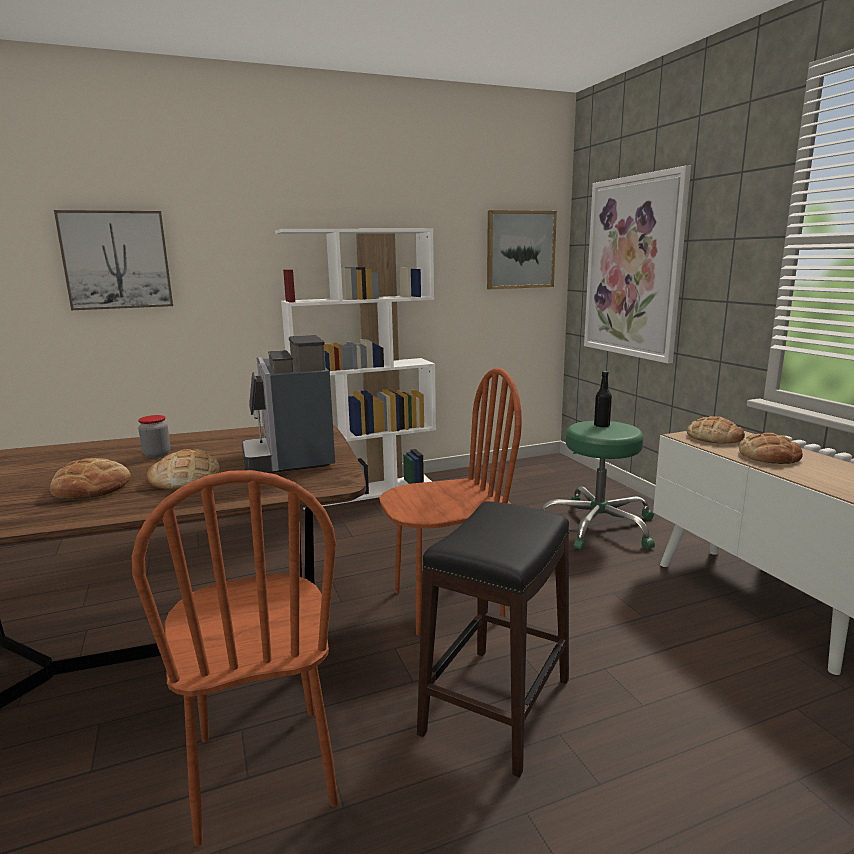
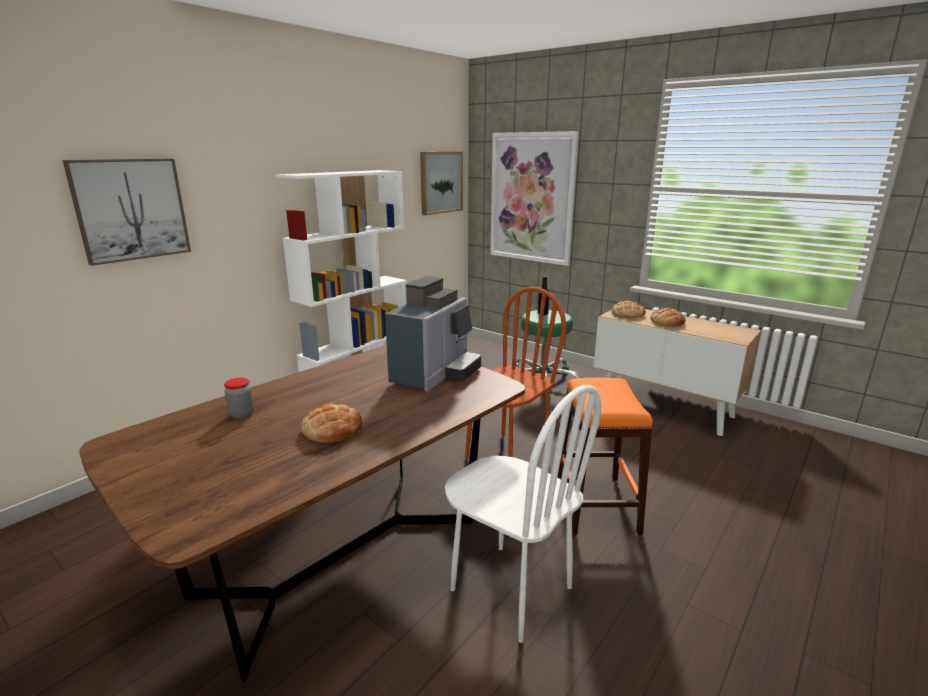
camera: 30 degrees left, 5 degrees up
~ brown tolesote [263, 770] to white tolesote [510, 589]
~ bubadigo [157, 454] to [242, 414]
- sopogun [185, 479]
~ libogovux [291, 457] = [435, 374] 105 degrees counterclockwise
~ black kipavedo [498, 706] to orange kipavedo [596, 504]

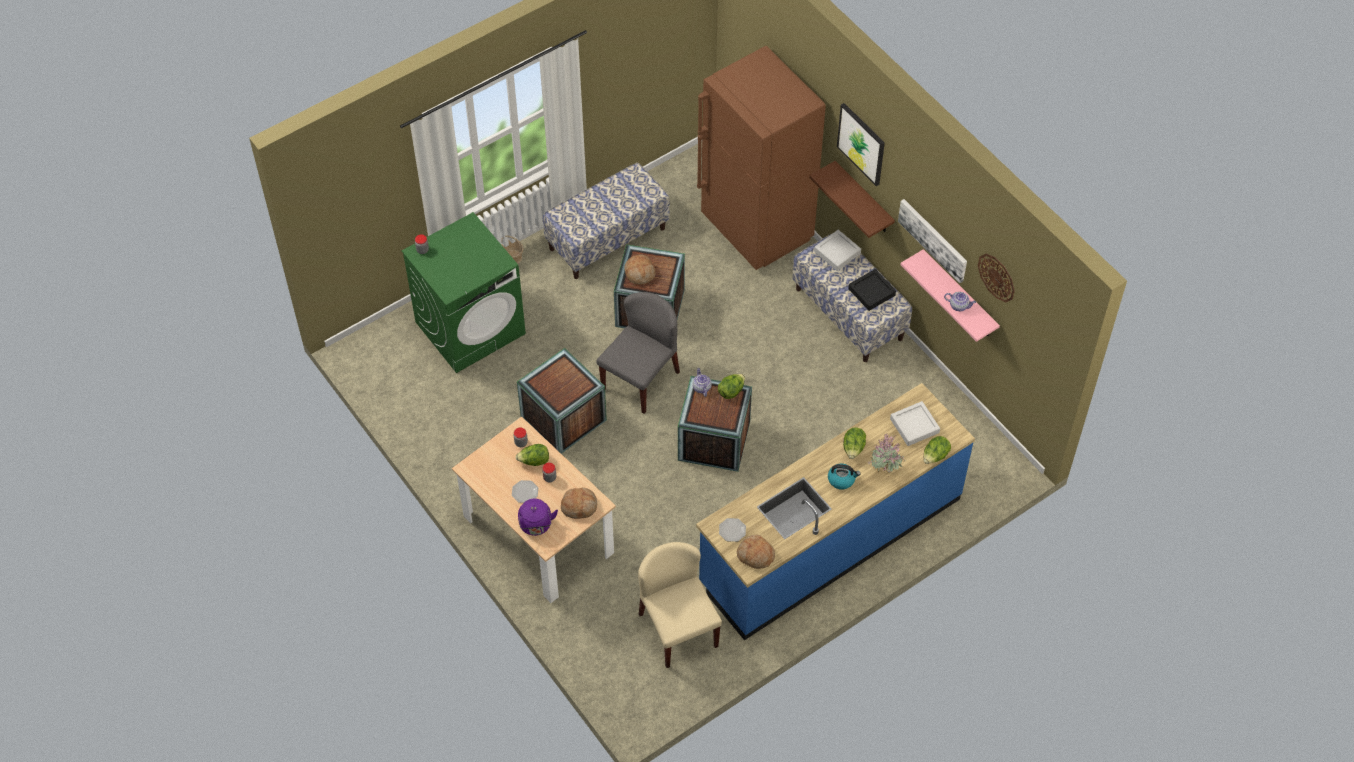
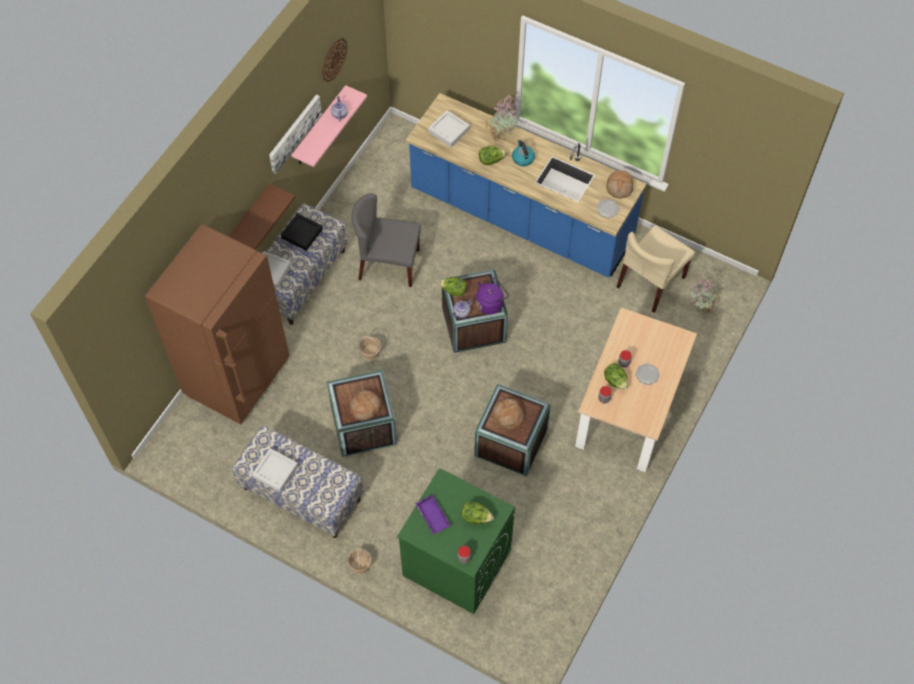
camera: 115 degrees left, 5 degrees up
~ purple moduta [536, 526] to [491, 303]
~ sopogun [579, 506] to [508, 416]
~ grey tolesote [640, 380] to [388, 264]
- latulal [861, 143]
~ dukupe [935, 456] to [476, 517]
+ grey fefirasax [275, 471]
+ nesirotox [370, 353]
+ purple fefirasax [431, 516]
+ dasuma [700, 309]

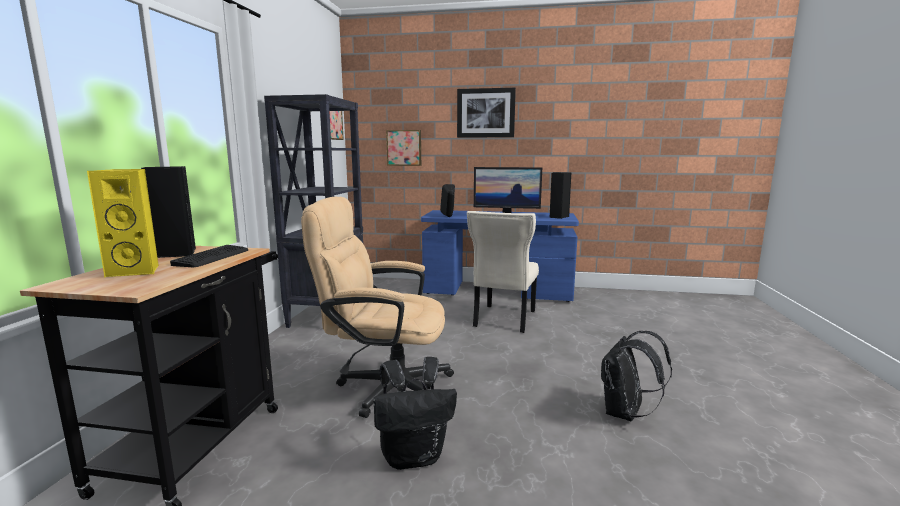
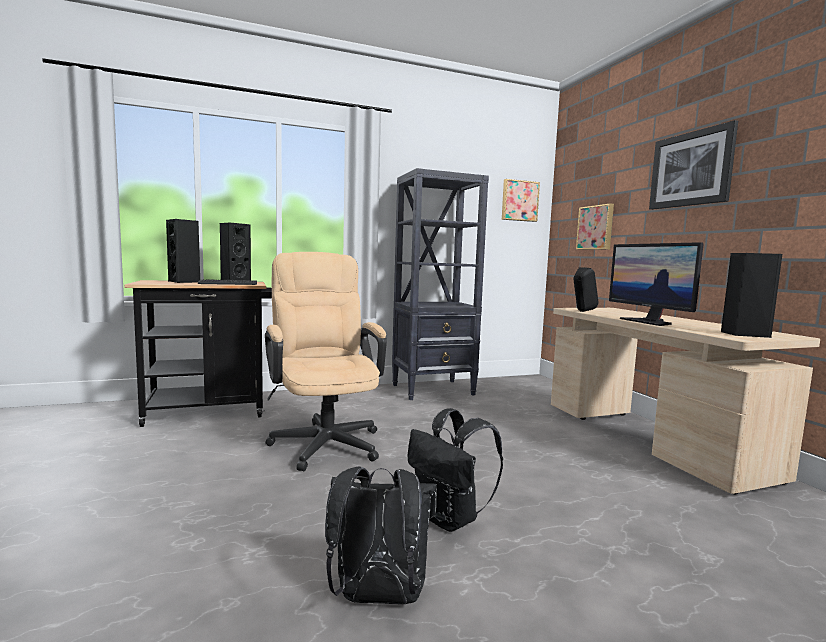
camera: 60 degrees right, 5 degrees down
~ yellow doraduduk [137, 271] to black doraduduk [184, 282]
~ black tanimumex [414, 456] to [450, 519]
~ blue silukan [497, 292] to beige silukan [648, 439]
- beige tolesote [503, 320]

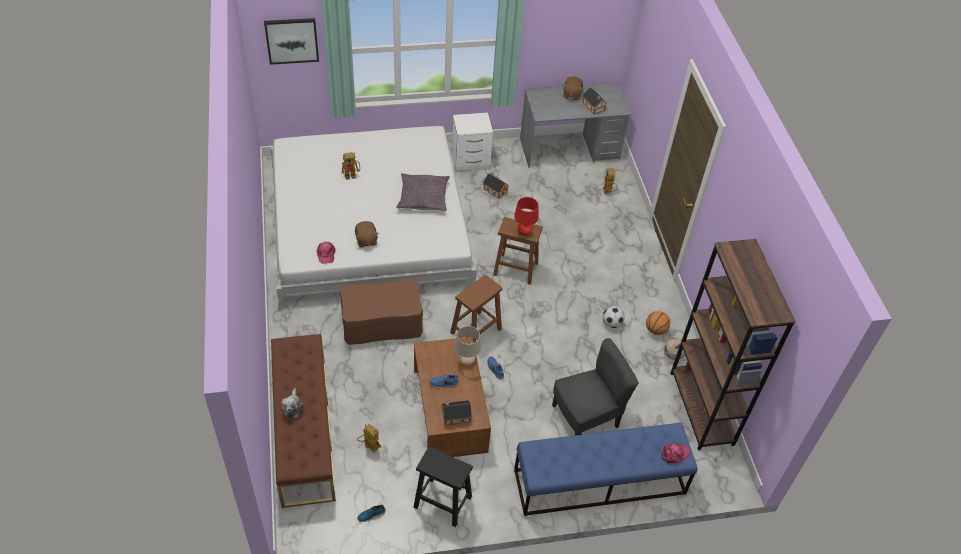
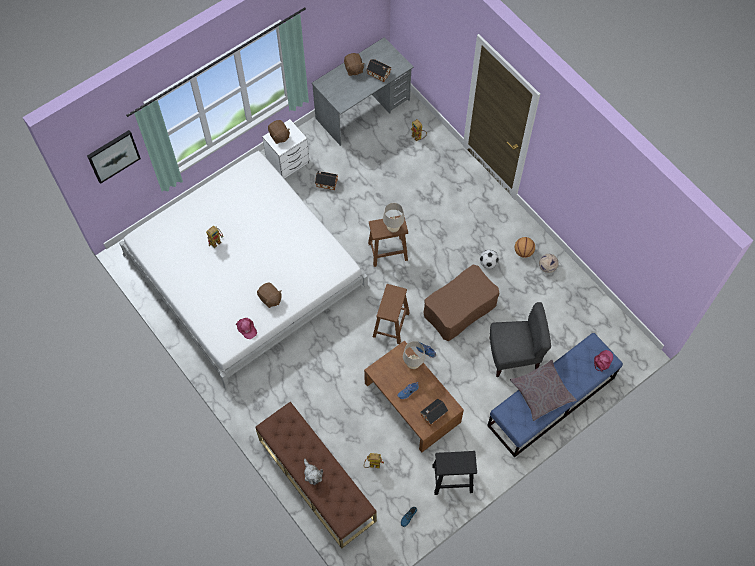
camera: 25 degrees left, 15 degrees up
~ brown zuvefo [382, 322] to [459, 309]
~ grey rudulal [423, 197] to [541, 392]
~ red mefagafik [524, 232] to beige mefagafik [393, 228]
~ grey tolesote [586, 417] = [513, 355] 45 degrees clockwise
- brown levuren [701, 408]
+ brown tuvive [279, 136]

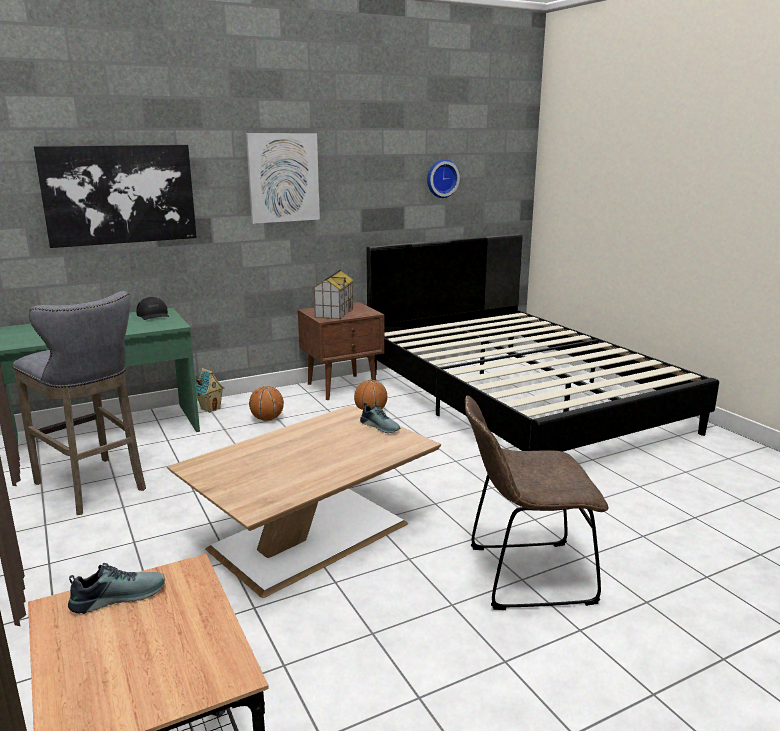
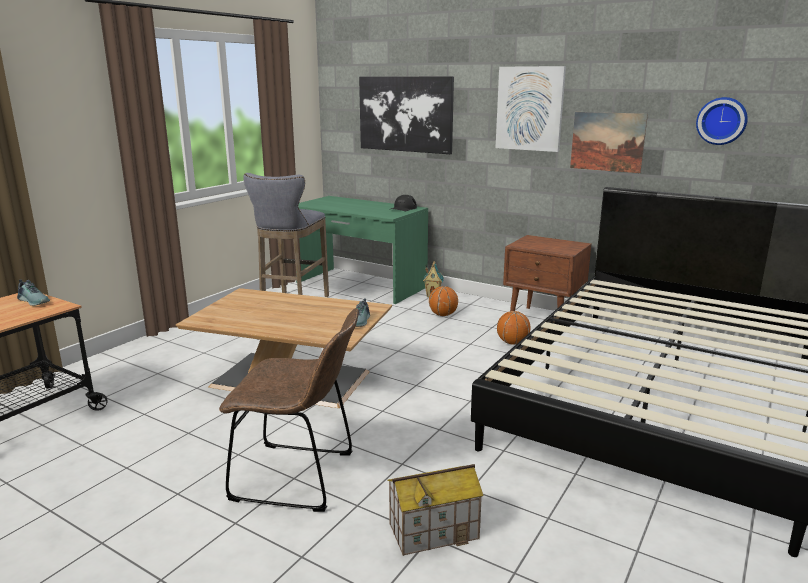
camera: 60 degrees right, 0 degrees up
~ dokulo [334, 312] to [434, 530]
~ brown tolesote [523, 575] = [300, 477] 135 degrees clockwise
+ latulal [607, 141]

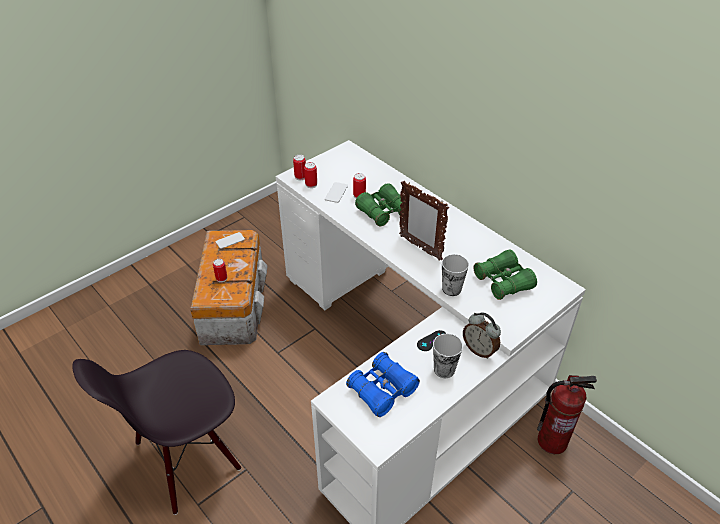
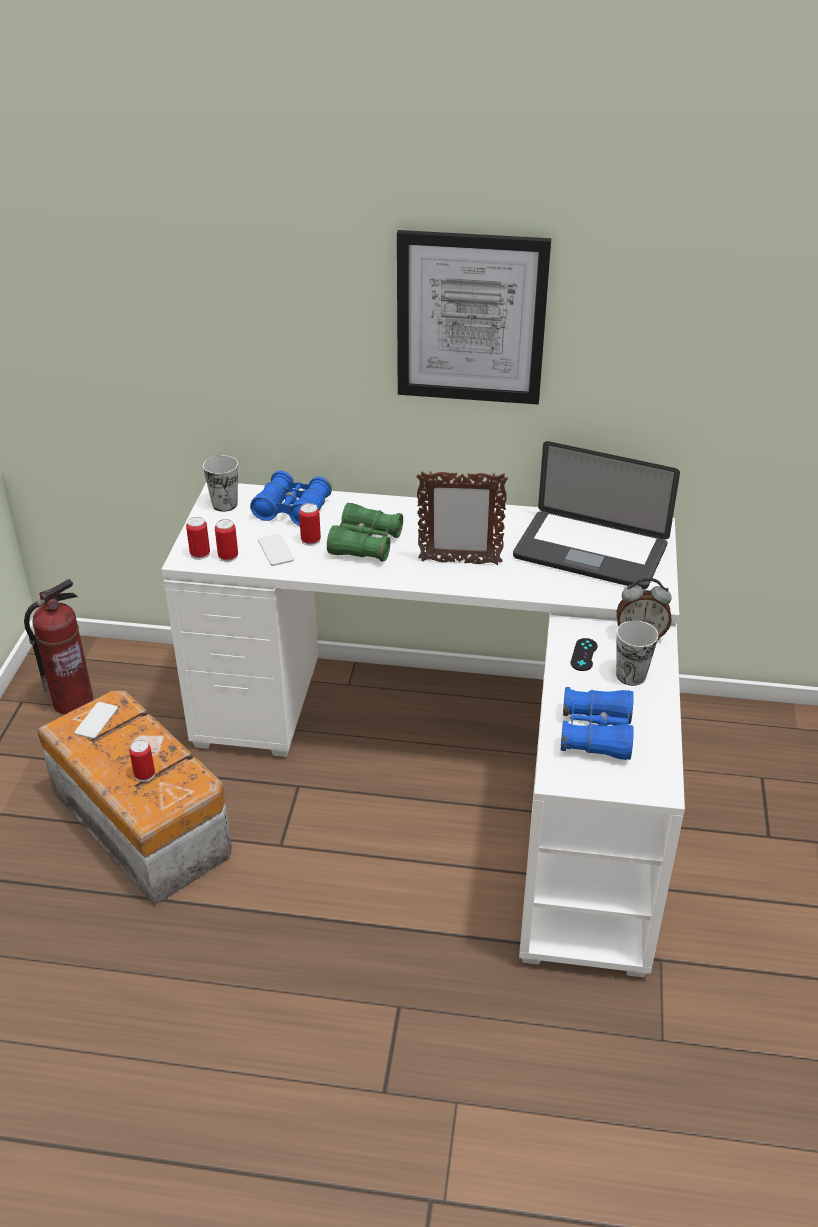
camera: 40 degrees left, 5 degrees down
- black tolesote [187, 458]
~ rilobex [451, 289] to [225, 504]
~ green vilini [503, 282] to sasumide [590, 552]
~ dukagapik [552, 441] to [73, 701]
+ blue vilini [292, 510]
+ latulal [471, 318]

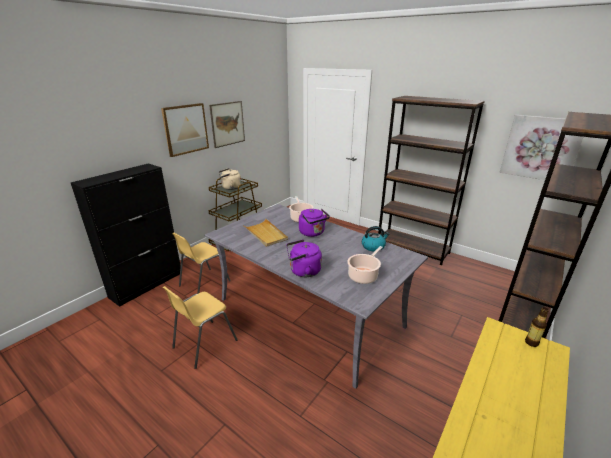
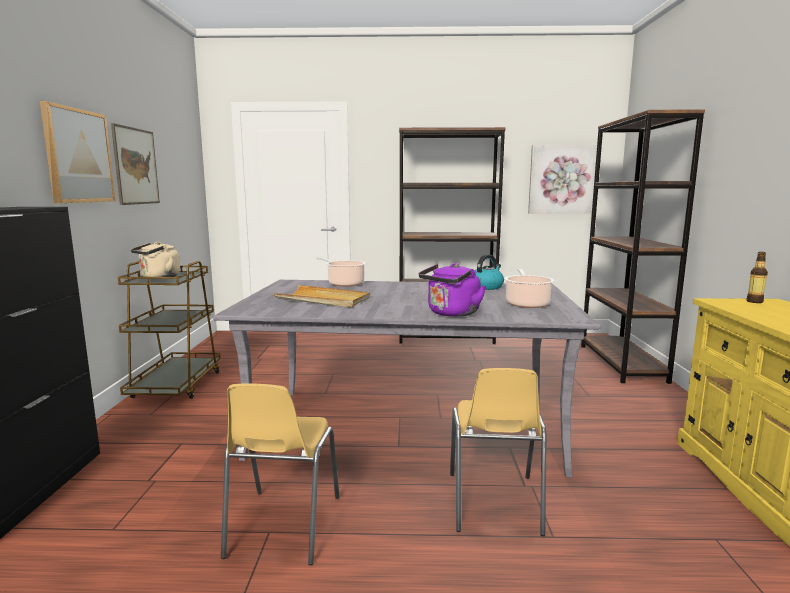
camera: 35 degrees left, 15 degrees down
~ yellow tolesote [204, 283] to [493, 503]
- purple moduta [313, 233]

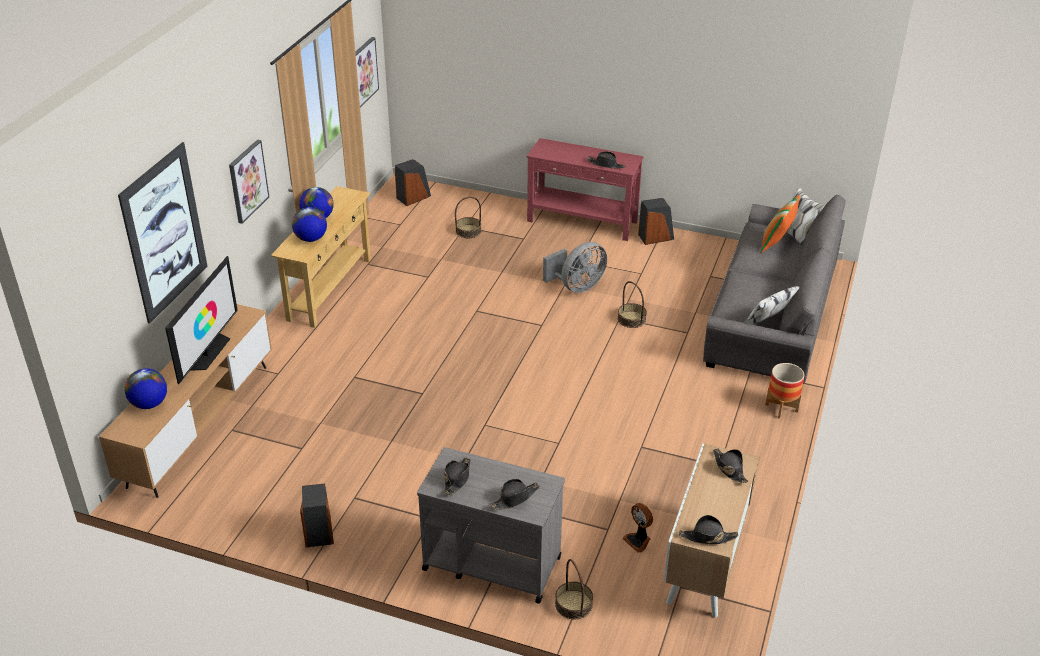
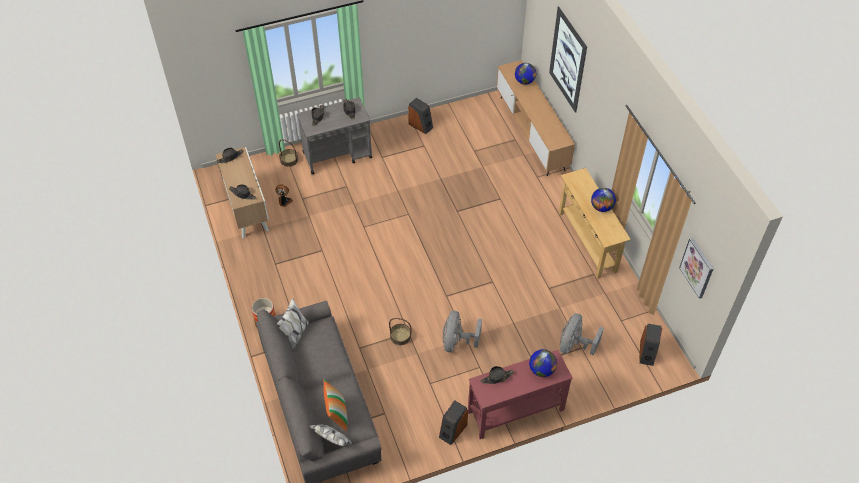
camera: 140 degrees right, 15 degrees up
- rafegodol [208, 352]
- latulal [247, 181]
~ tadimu [311, 239] to [541, 370]
~ nesirotox [468, 231] to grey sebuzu [574, 345]

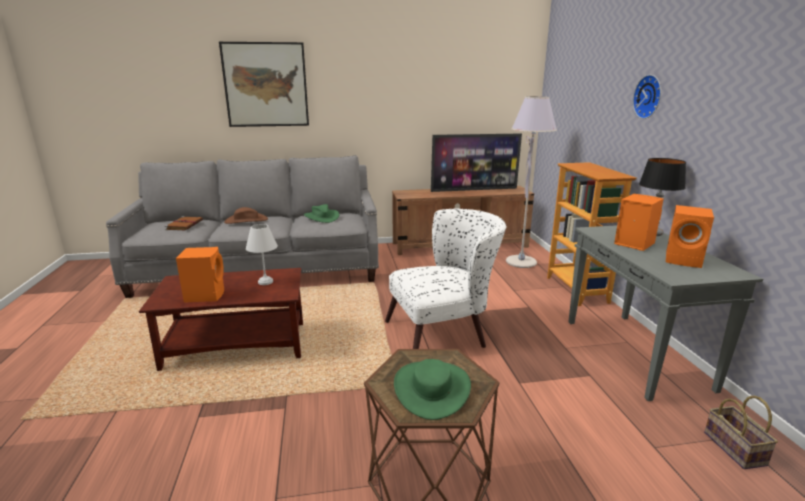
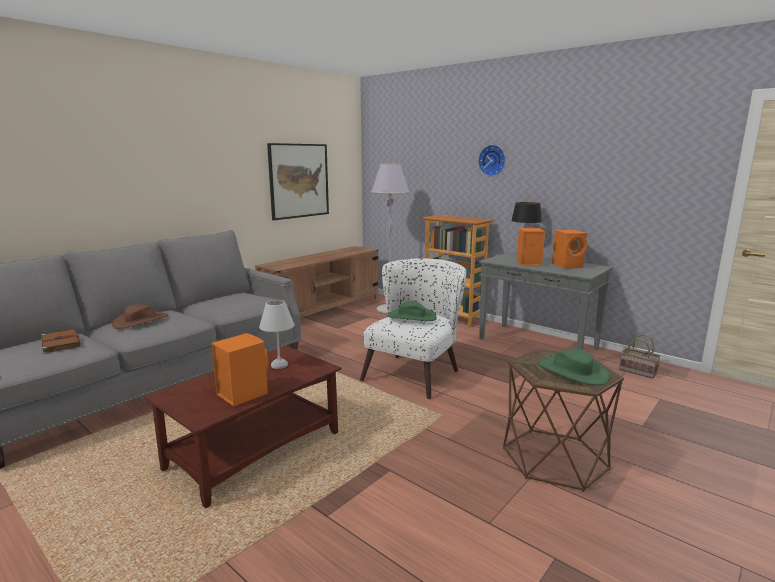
camera: 40 degrees left, 5 degrees down
~ latulal [266, 85] to [299, 181]
~ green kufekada [321, 217] to [411, 317]
- rafegodol [474, 190]

